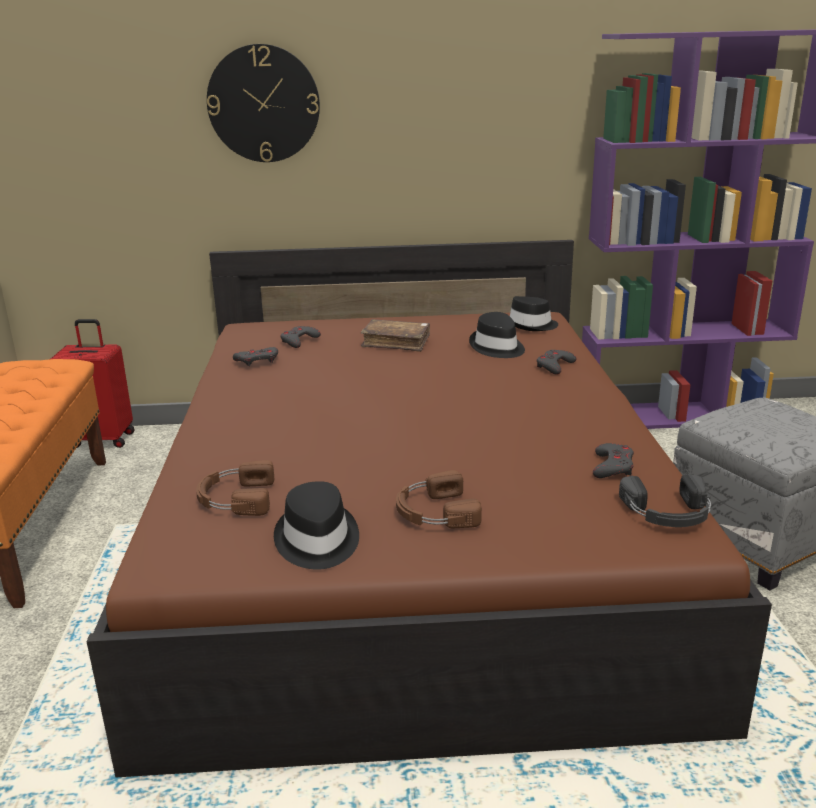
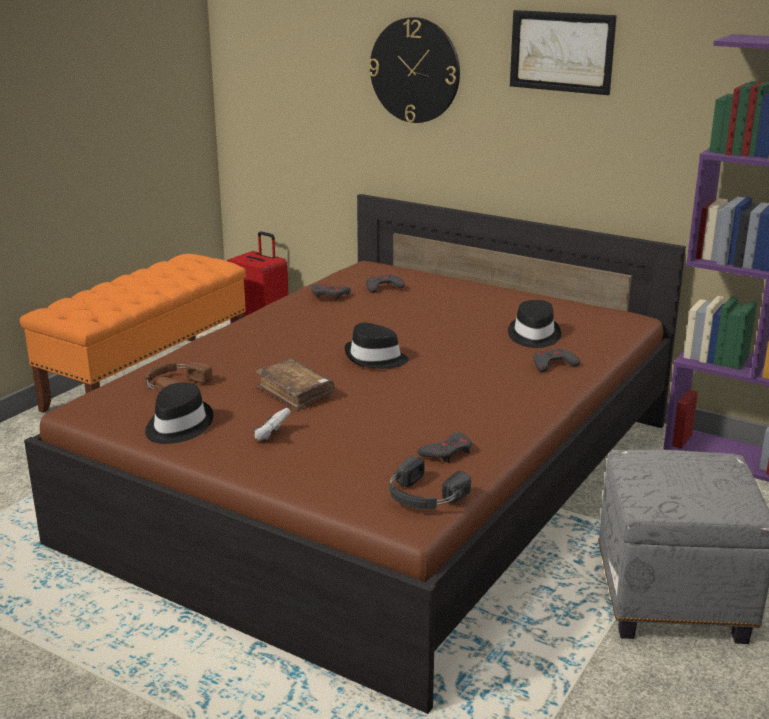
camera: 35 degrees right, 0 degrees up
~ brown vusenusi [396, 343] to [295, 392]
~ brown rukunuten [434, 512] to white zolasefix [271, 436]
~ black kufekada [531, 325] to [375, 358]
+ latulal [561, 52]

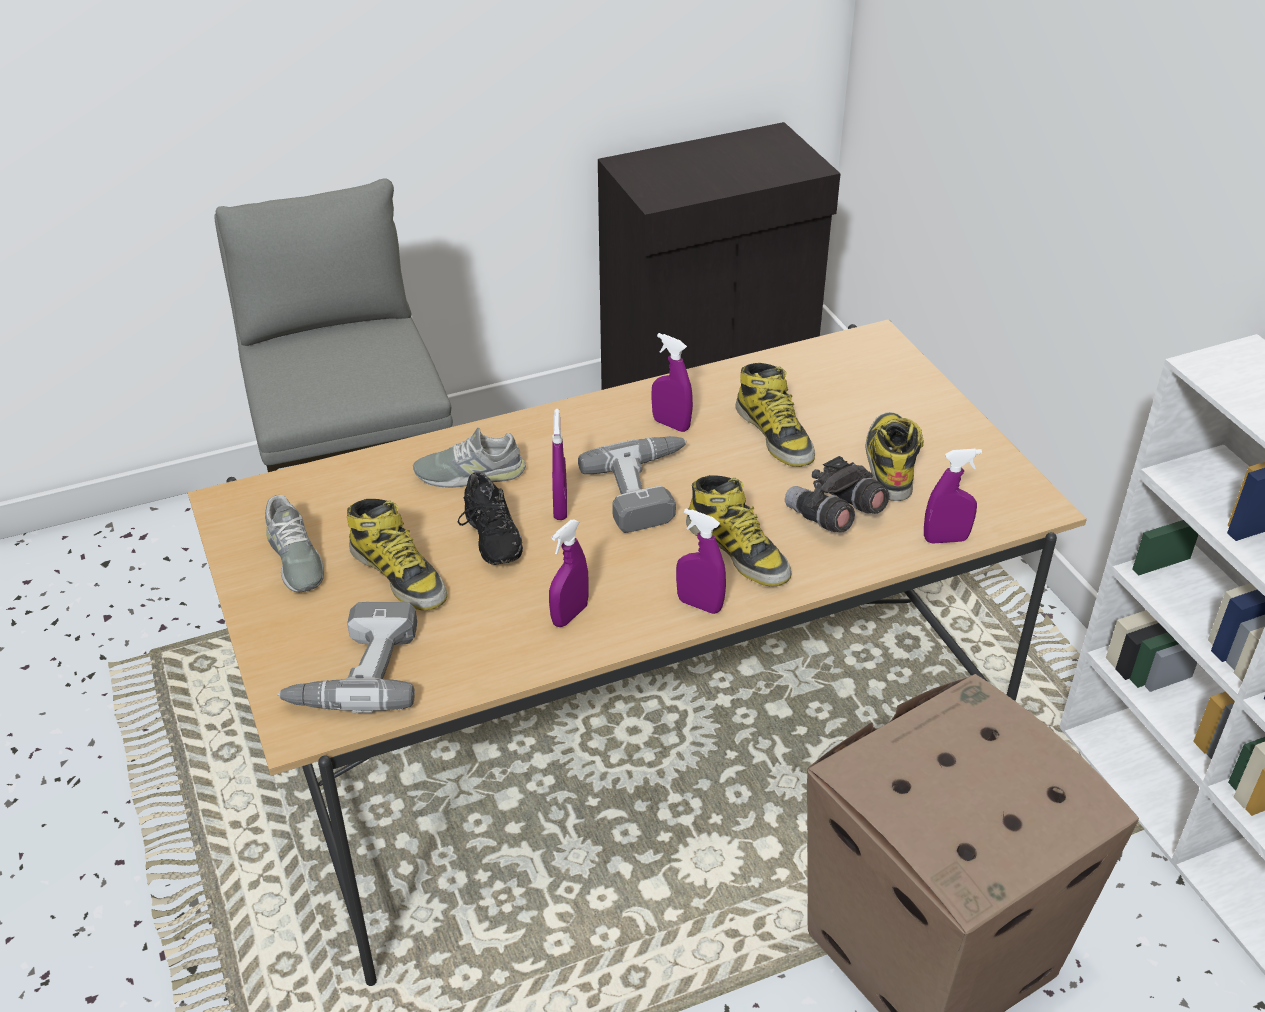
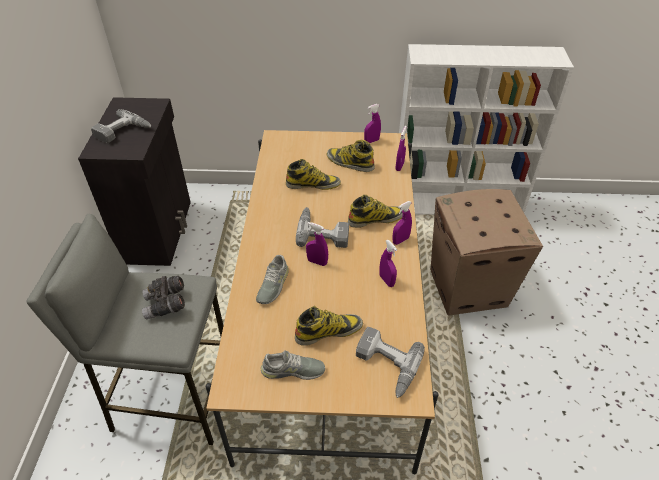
camera: 65 degrees left, 5 degrees up
- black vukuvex [488, 540]
~ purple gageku [671, 424] to [371, 141]
~ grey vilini [833, 516] to [166, 305]
+ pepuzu [123, 132]

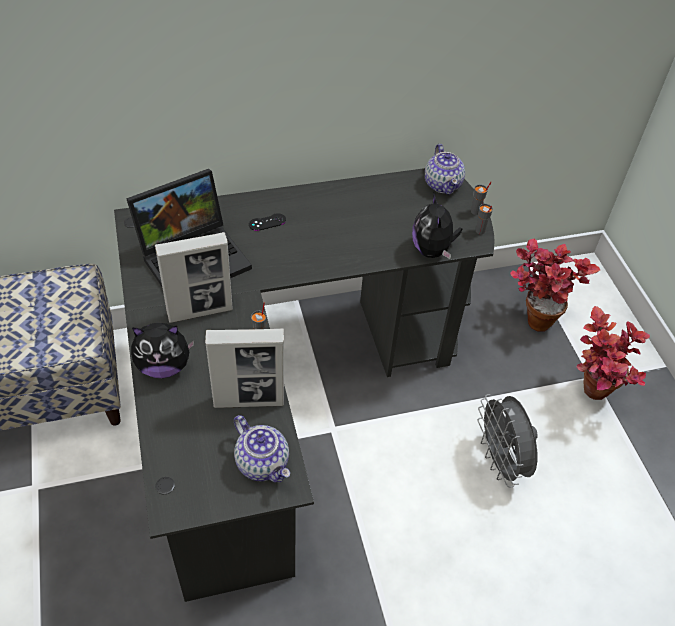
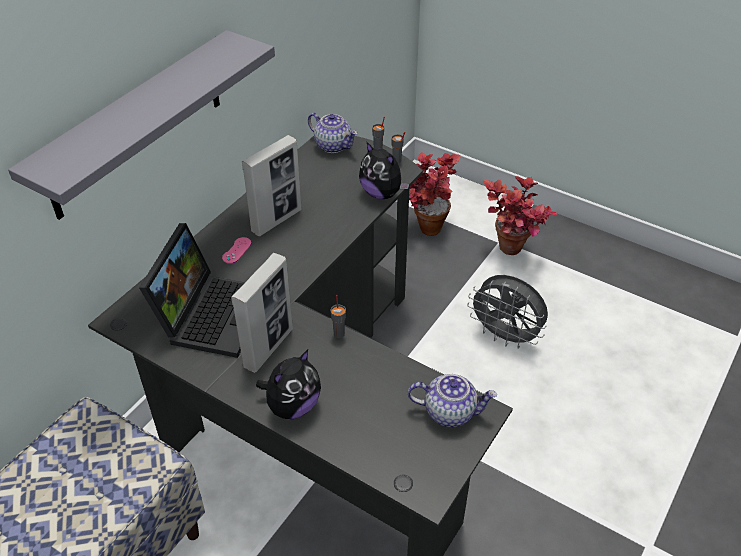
camera: 40 degrees left, 5 degrees down
~ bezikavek [249, 400] to [277, 220]
~ black zolasefix [267, 222] to pink zolasefix [236, 250]
+ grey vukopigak [136, 125]

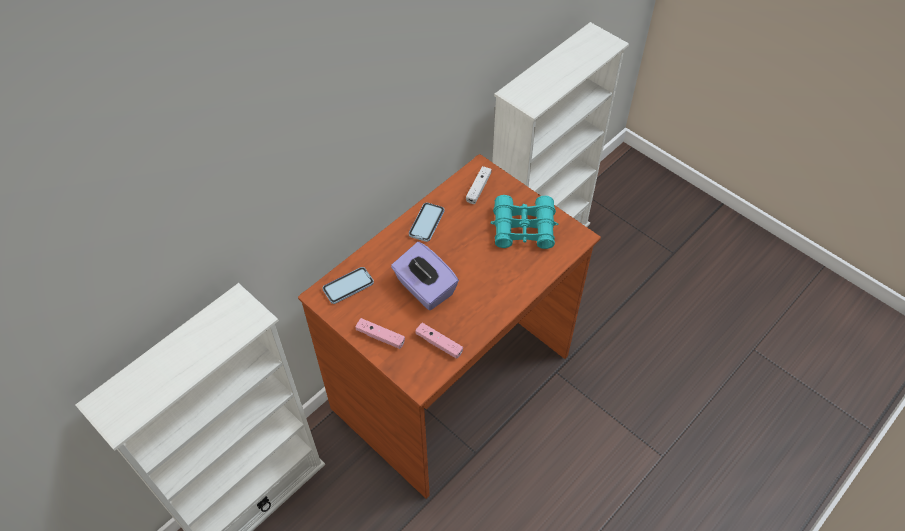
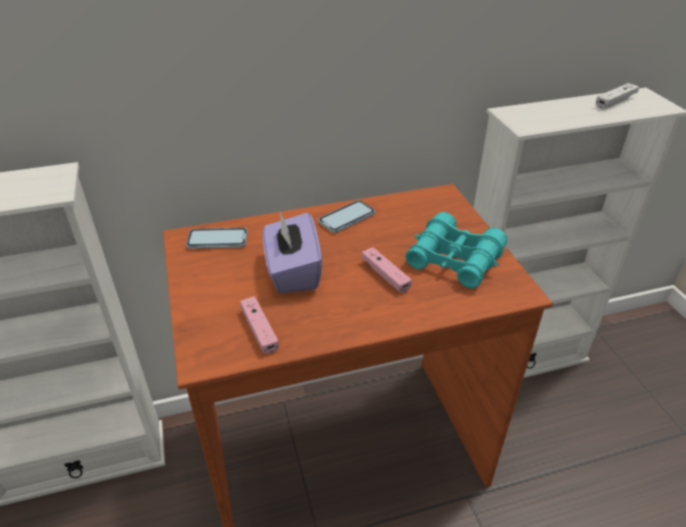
camera: 30 degrees right, 15 degrees down
~ pink zolasefix [380, 336] to [385, 275]
~ white zolasefix [478, 188] to [615, 102]

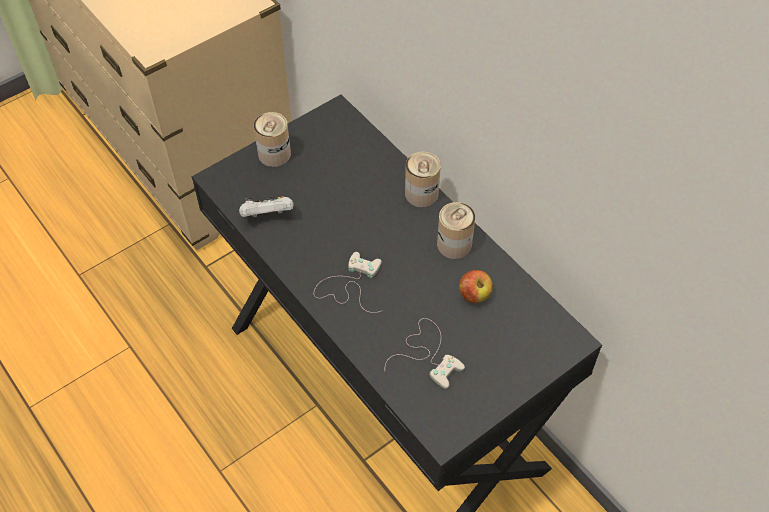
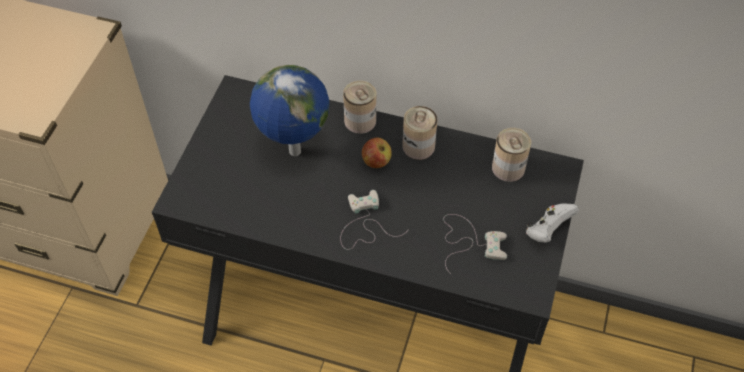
camera: 35 degrees left, 0 degrees up
~ white zolasefix [267, 216] to [548, 230]
~ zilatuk [274, 154] to [508, 168]
~ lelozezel [474, 295] to [376, 161]
+ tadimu [294, 152]

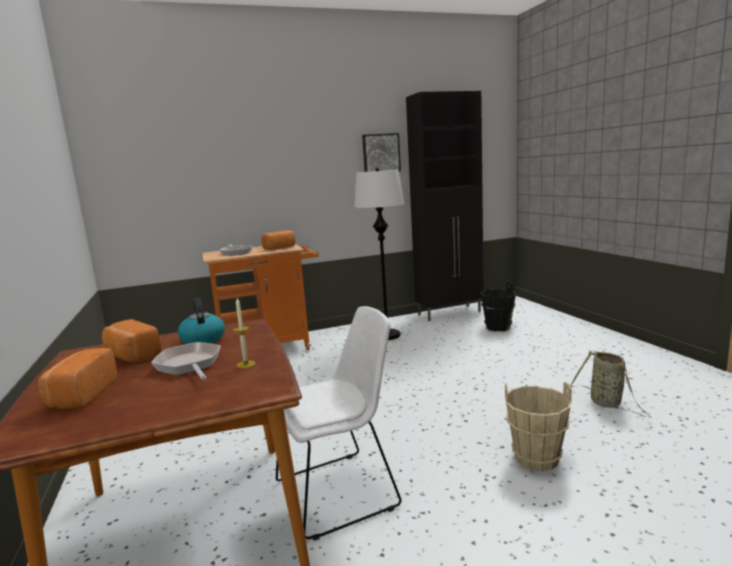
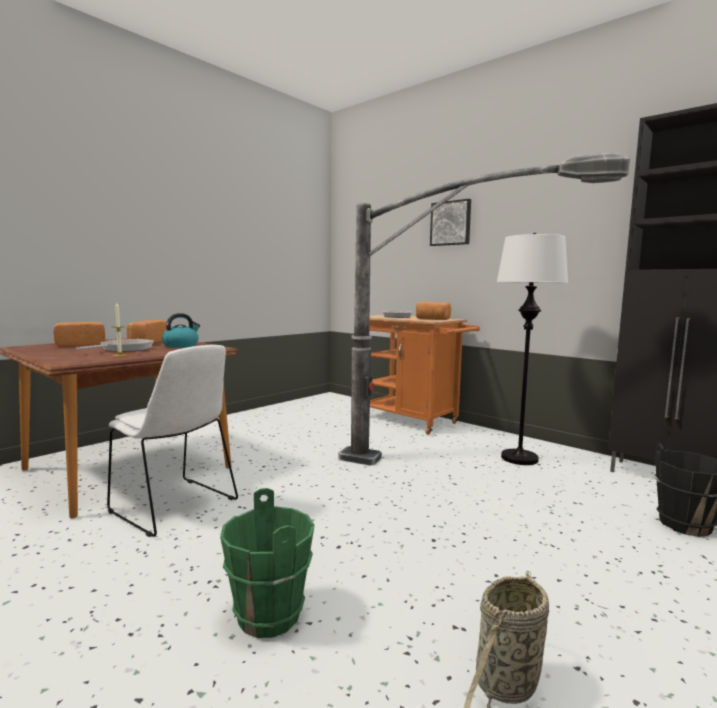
camera: 60 degrees right, 5 degrees down
~ latulal [381, 153] to [451, 223]
~ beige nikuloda [536, 458] to green nikuloda [268, 616]
+ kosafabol [455, 475]

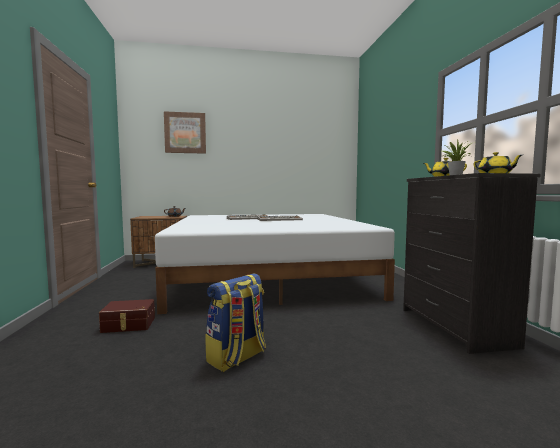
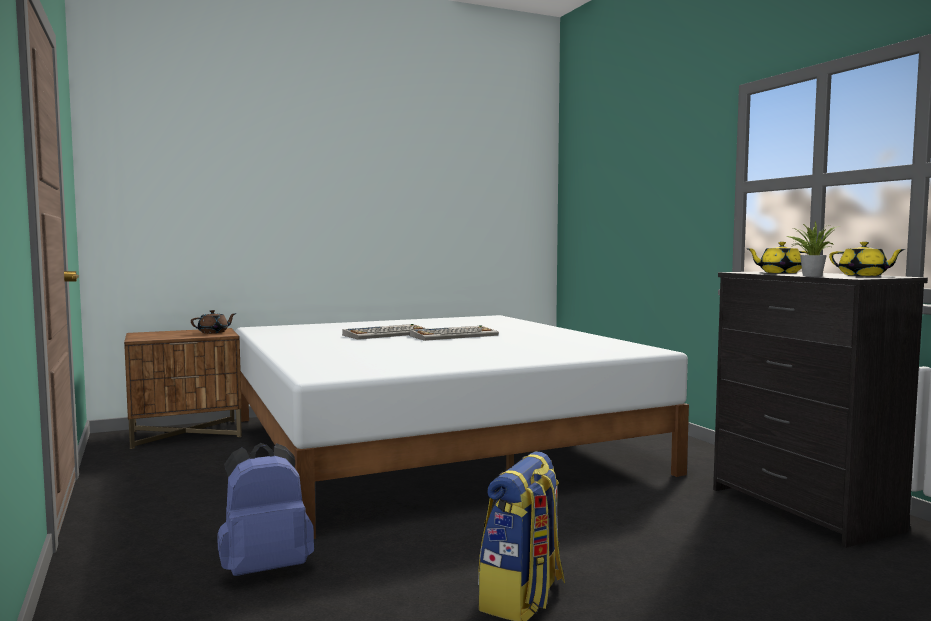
camera: 15 degrees left, 0 degrees up
~ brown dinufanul [128, 325] to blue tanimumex [265, 568]
- latulal [185, 133]

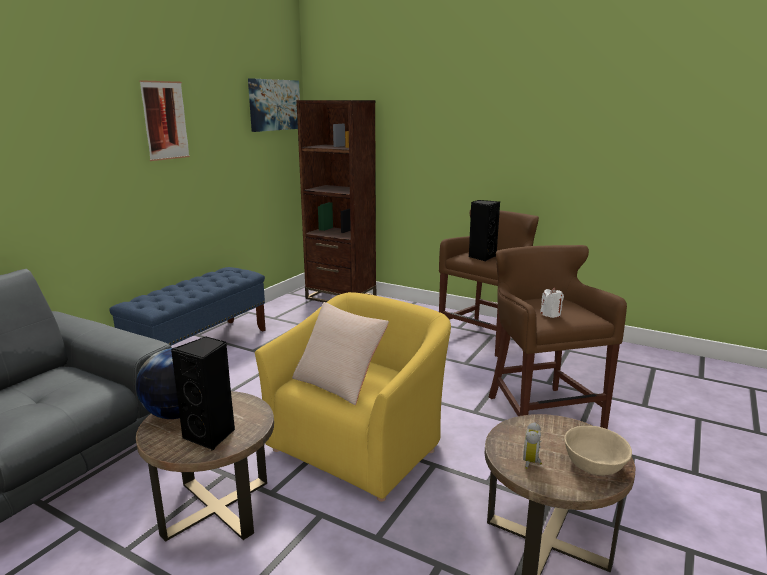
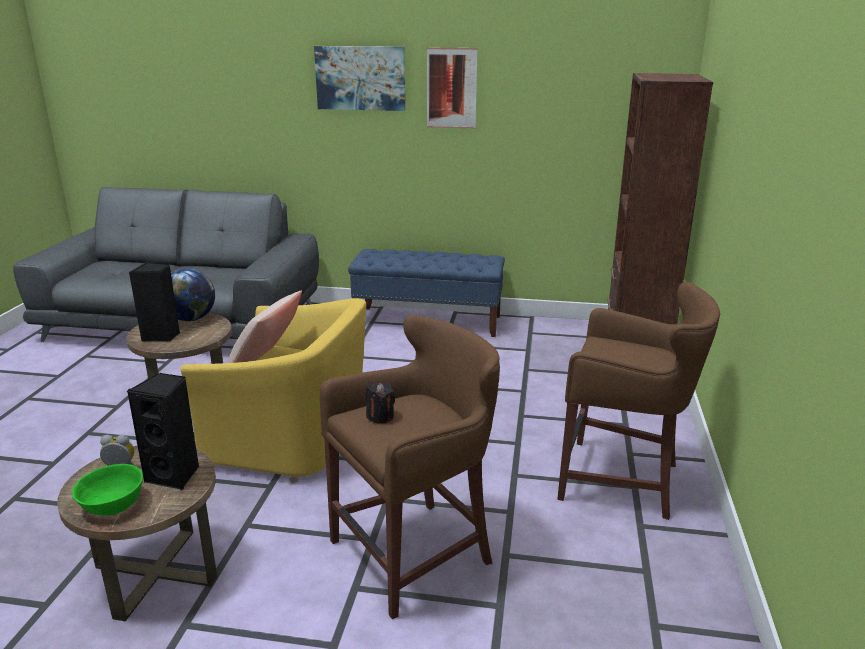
camera: 70 degrees right, 5 degrees up
~ latulal [274, 105] to [360, 78]
~ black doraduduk [481, 257] to [175, 475]
~ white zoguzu [550, 314] to black zoguzu [380, 417]
~ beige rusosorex [595, 465] to green rusosorex [112, 505]

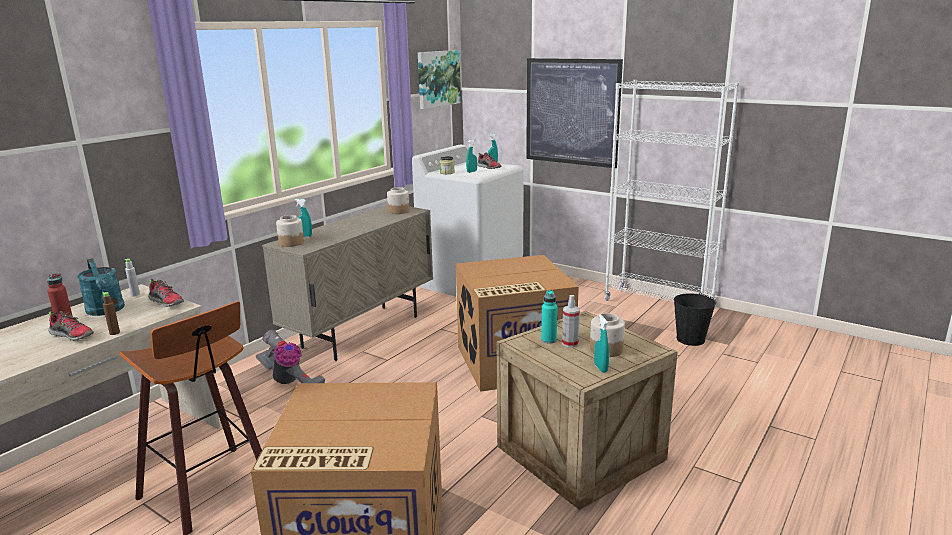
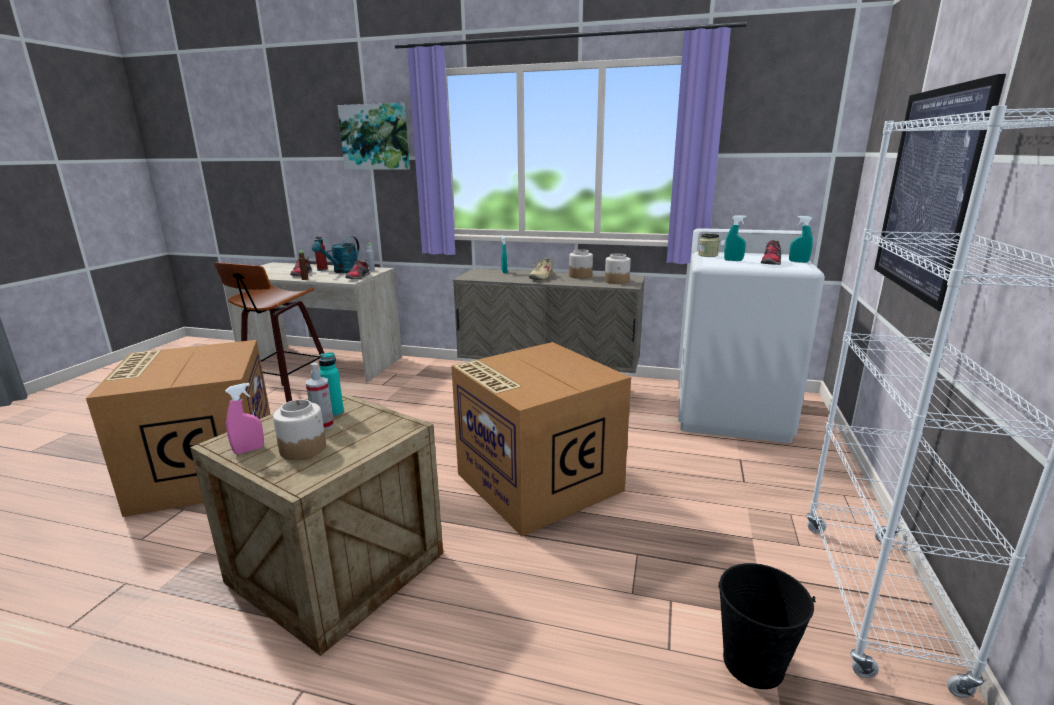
camera: 70 degrees right, 0 degrees up
- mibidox [289, 383]
~ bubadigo [291, 243] to [580, 276]
~ latulal [438, 78] to [375, 137]
~ turquoise gageku [600, 368] to pink gageku [249, 450]
+ beige vukuvex [541, 277]

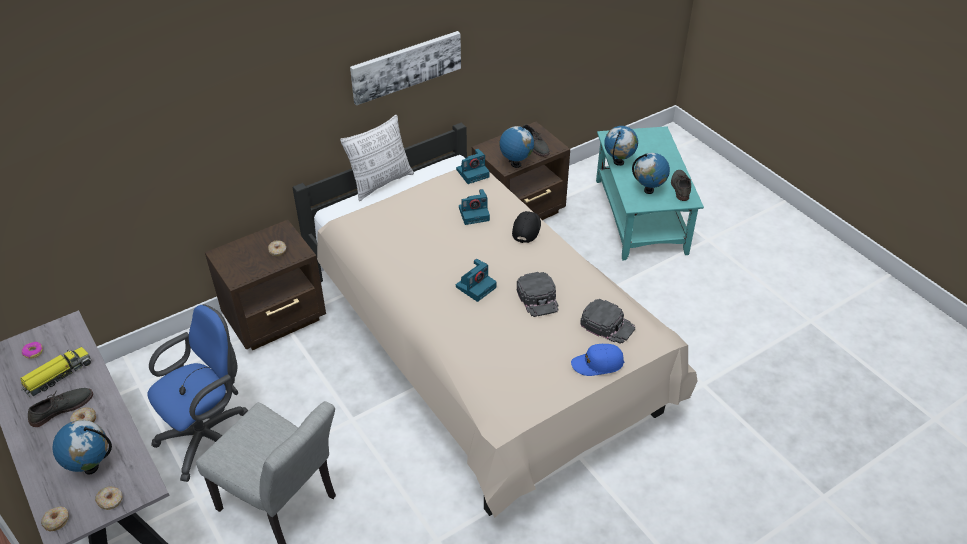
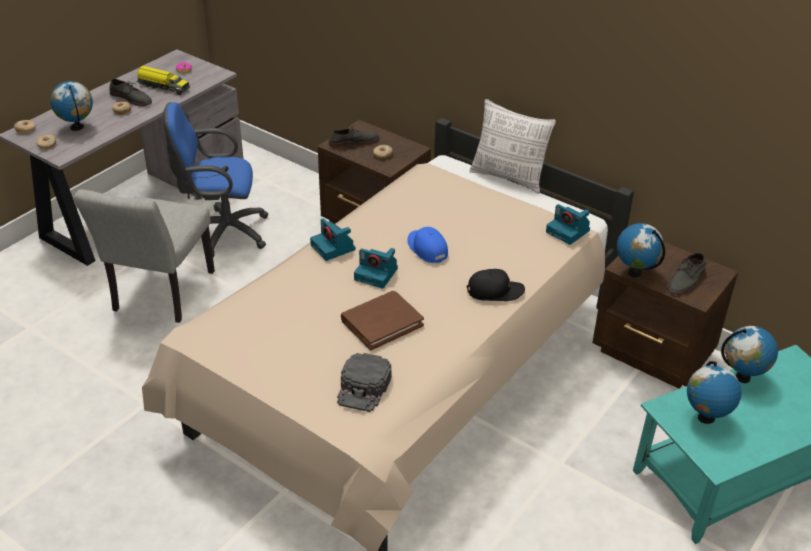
camera: 70 degrees right, 5 degrees down
~ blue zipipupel [210, 436] = [222, 233] 150 degrees clockwise
- latulal [406, 66]
~ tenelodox [474, 213] to [334, 248]
~ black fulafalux [538, 298] to brown vusenusi [382, 322]
~ blue fulafalux [597, 364] to [427, 248]
~ grey vukuvex [680, 187] to [353, 142]

